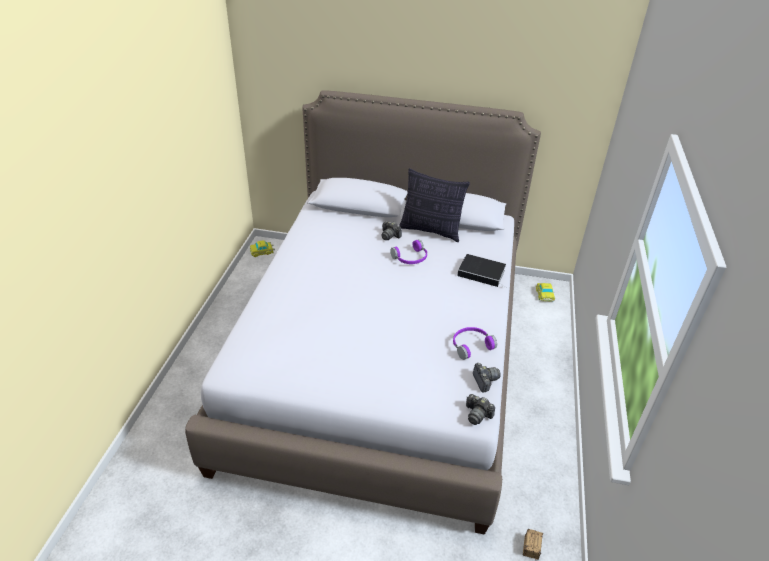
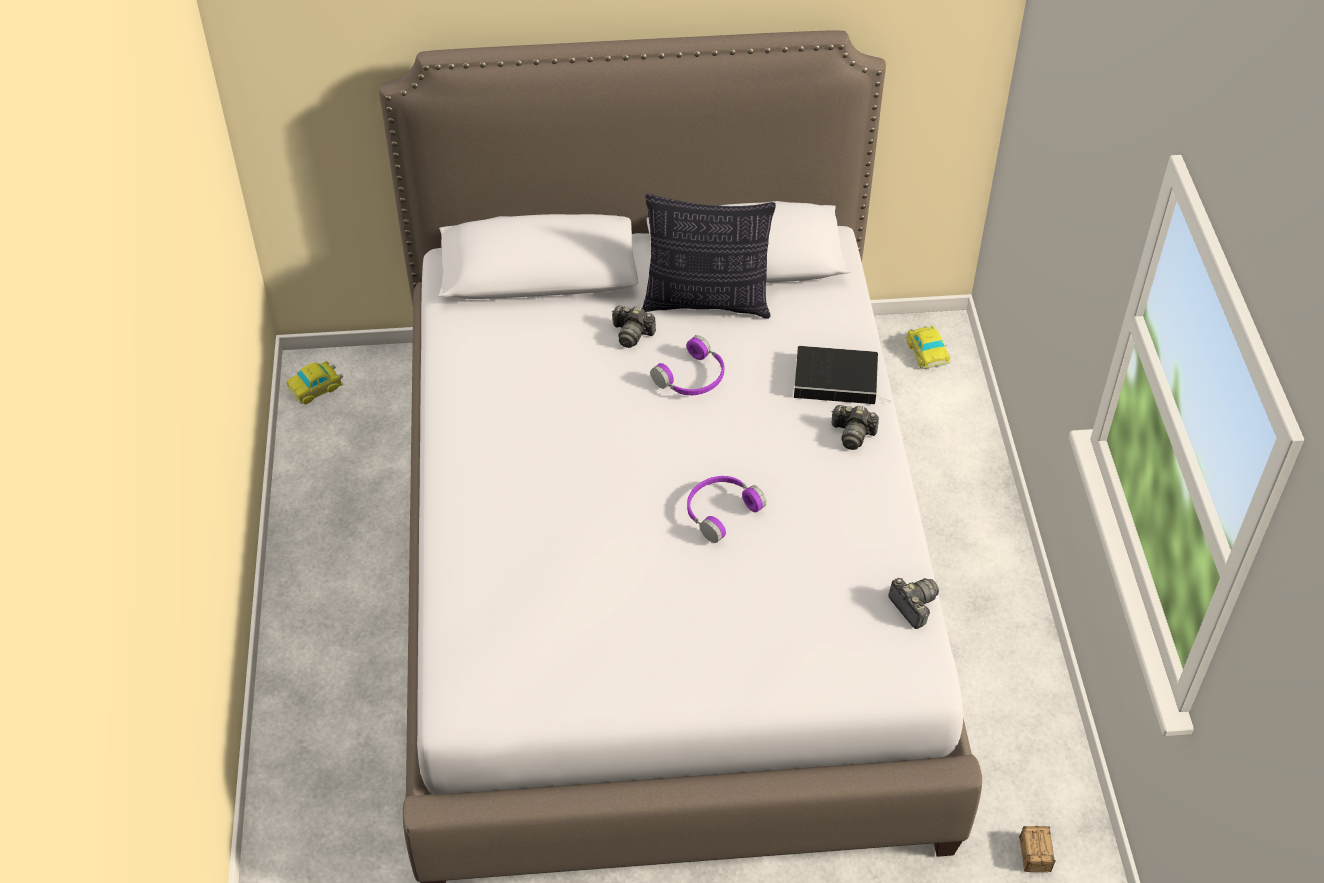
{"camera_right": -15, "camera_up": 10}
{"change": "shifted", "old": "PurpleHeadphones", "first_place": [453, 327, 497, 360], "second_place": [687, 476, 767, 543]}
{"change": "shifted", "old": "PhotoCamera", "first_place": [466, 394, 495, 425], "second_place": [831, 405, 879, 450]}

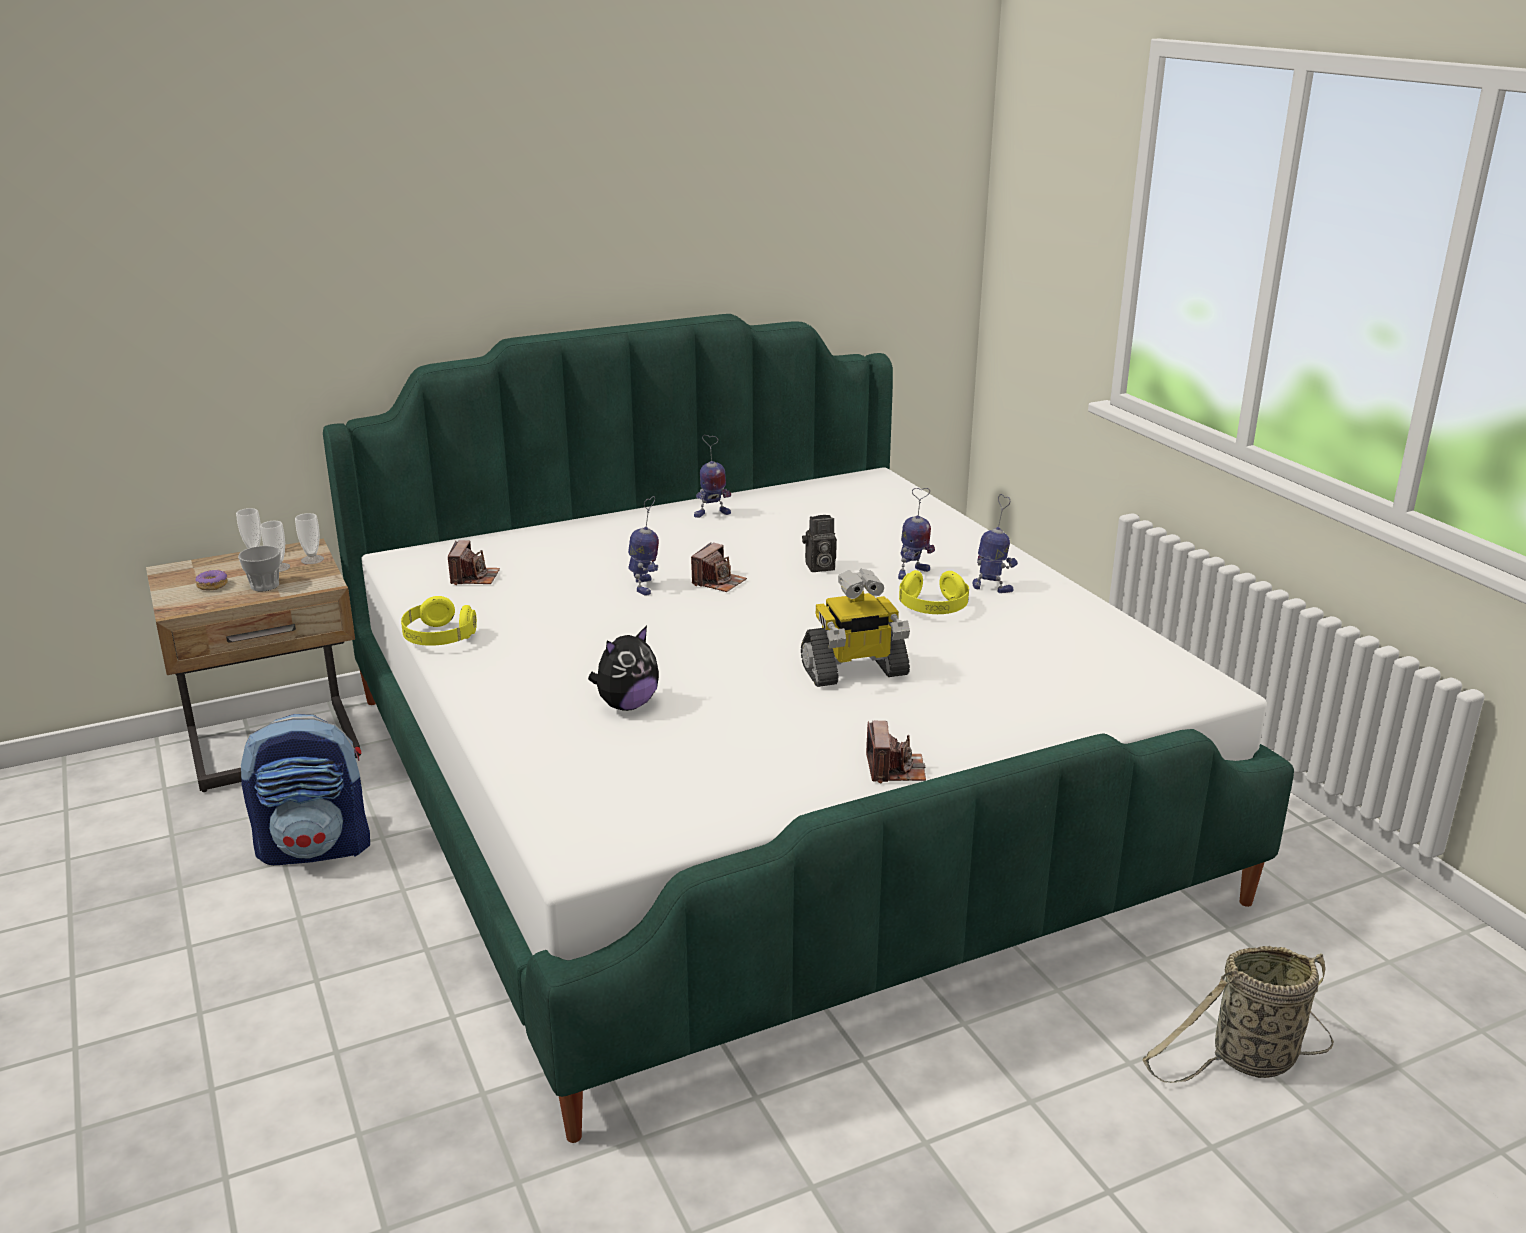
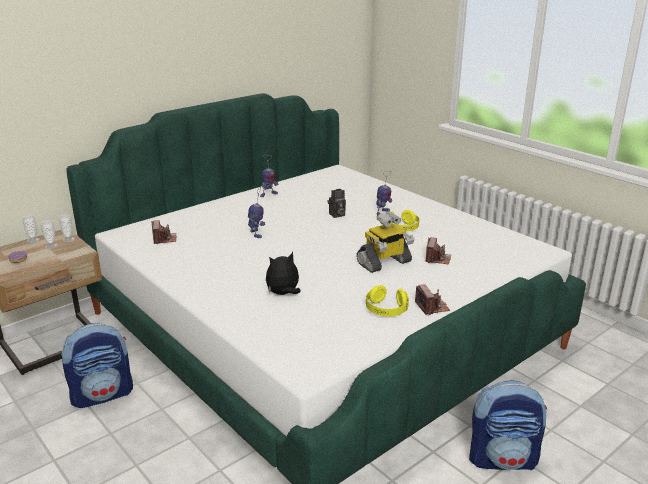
{"camera_right": -15, "camera_up": 0}
{"change": "gone", "old": "SmallCup", "first_place": [238, 546, 281, 591]}
{"change": "shifted", "old": "YellowishHeadphones", "first_place": [401, 596, 477, 646], "second_place": [366, 285, 409, 316]}
{"change": "rotated", "old": "SoftToy", "first_place": [588, 626, 659, 711], "second_place": [266, 252, 301, 295], "degrees": -150}
{"change": "shifted", "old": "PhotoCamera", "first_place": [691, 543, 747, 592], "second_place": [425, 237, 451, 264]}
{"change": "gone", "old": "ToyRobot", "first_place": [973, 494, 1018, 593]}
{"change": "gone", "old": "StorageBasket", "first_place": [1142, 946, 1334, 1083]}
{"change": "new", "new": "Rucksack", "second_place": [469, 380, 547, 470]}

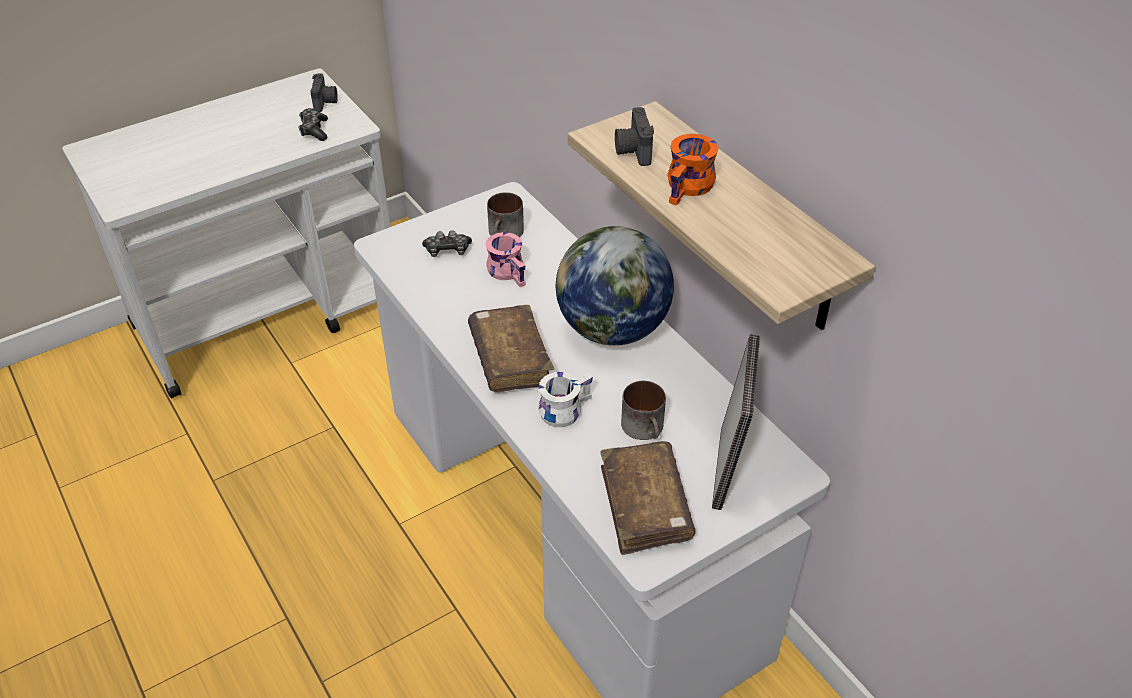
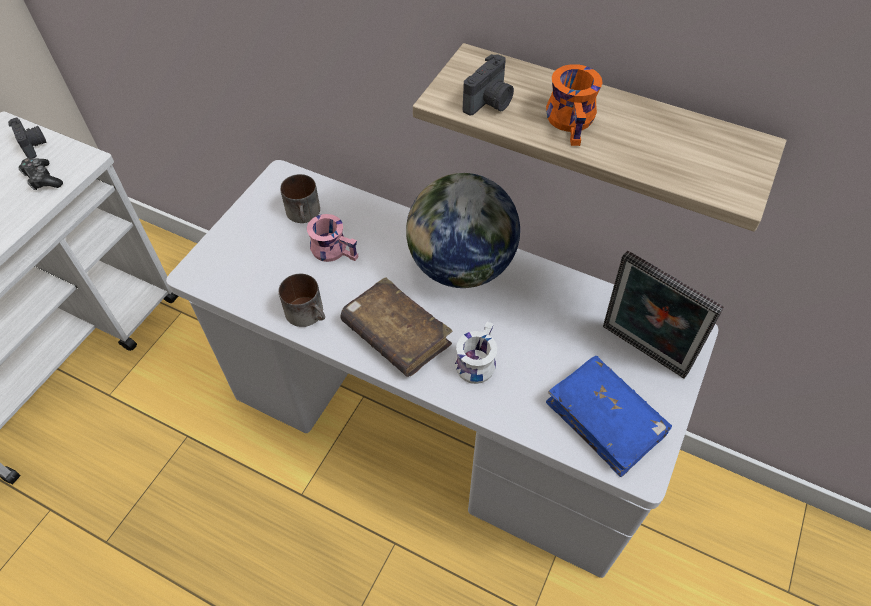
{"camera_right": -30, "camera_up": 10}
{"change": "gone", "old": "Joypad", "first_place": [422, 230, 472, 257]}
{"change": "repainted", "old": "BrownBook", "new": "BlueBook", "first_place": [600, 441, 696, 555], "second_place": [546, 356, 672, 477]}
{"change": "rotated", "old": "PhotoCamera", "first_place": [615, 107, 654, 166], "second_place": [463, 54, 514, 116], "degrees": -105}
{"change": "shifted", "old": "TeaMug", "first_place": [621, 381, 666, 440], "second_place": [279, 274, 325, 327]}
{"change": "rotated", "old": "PhotoFrame", "first_place": [712, 334, 760, 510], "second_place": [603, 250, 724, 378], "degrees": 150}

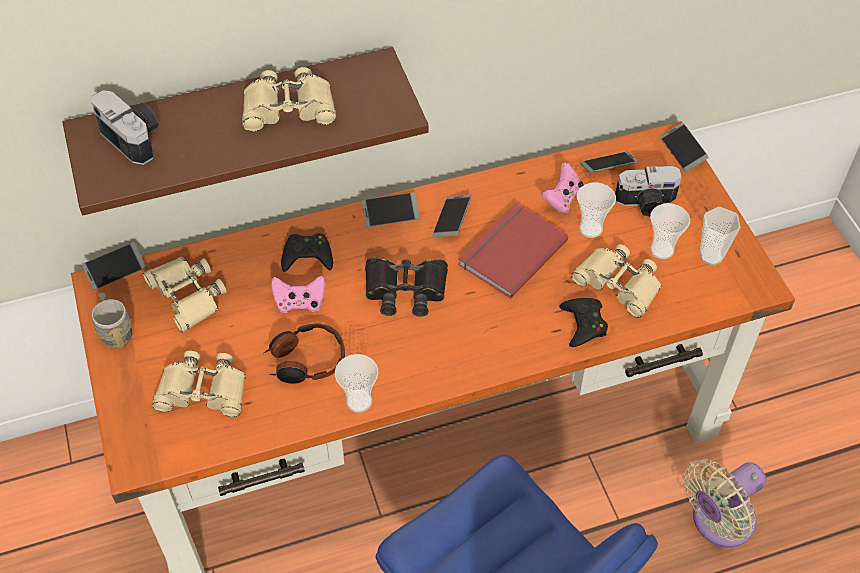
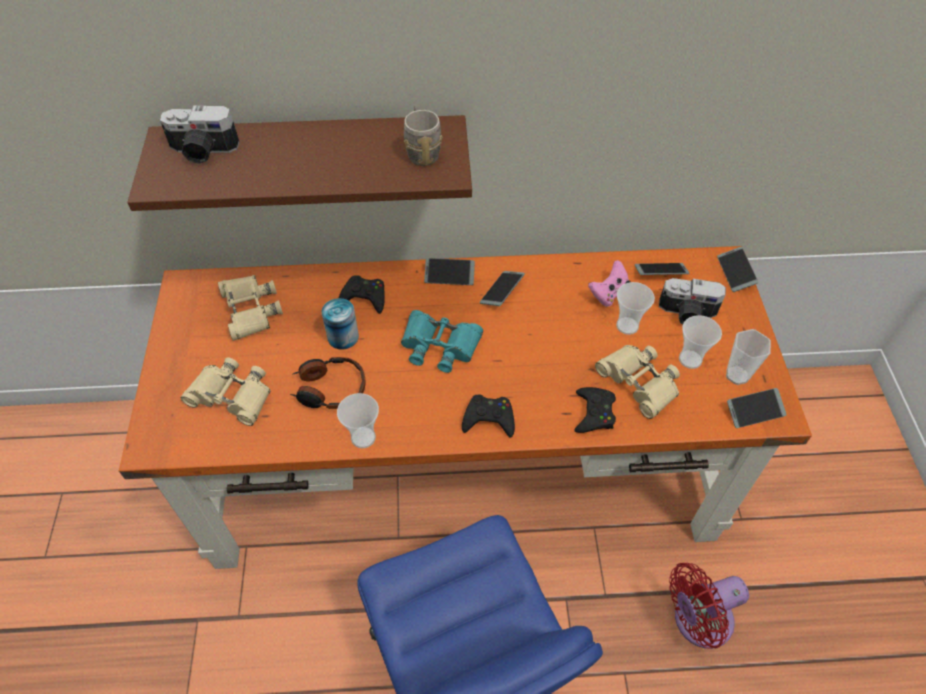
{"camera_right": 15, "camera_up": 0}
{"change": "shifted", "old": "Telephone", "first_place": [82, 243, 146, 290], "second_place": [727, 388, 786, 428]}
{"change": "rotated", "old": "PhotoCamera", "first_place": [92, 90, 159, 165], "second_place": [160, 106, 239, 164], "degrees": 120}
{"change": "shifted", "old": "GreyishTeaMug", "first_place": [92, 292, 132, 348], "second_place": [404, 105, 442, 166]}
{"change": "gone", "old": "BeigeColouredBinoculars", "first_place": [242, 67, 336, 132]}
{"change": "swapped", "old": "PinkColouredJoypad", "new": "Can", "first_place": [271, 275, 325, 313], "second_place": [322, 298, 359, 350]}
{"change": "repainted", "old": "BlackBinoculars", "new": "TurquoiseColouredBinoculars", "first_place": [365, 258, 448, 317], "second_place": [401, 310, 483, 373]}
{"change": "gone", "old": "RedBook", "first_place": [458, 203, 568, 299]}
{"change": "repainted", "old": "BeigeColouredFan", "new": "RedFan", "first_place": [683, 459, 766, 547], "second_place": [669, 563, 749, 649]}
{"change": "new", "new": "BlackJoypad", "second_place": [462, 395, 515, 438]}

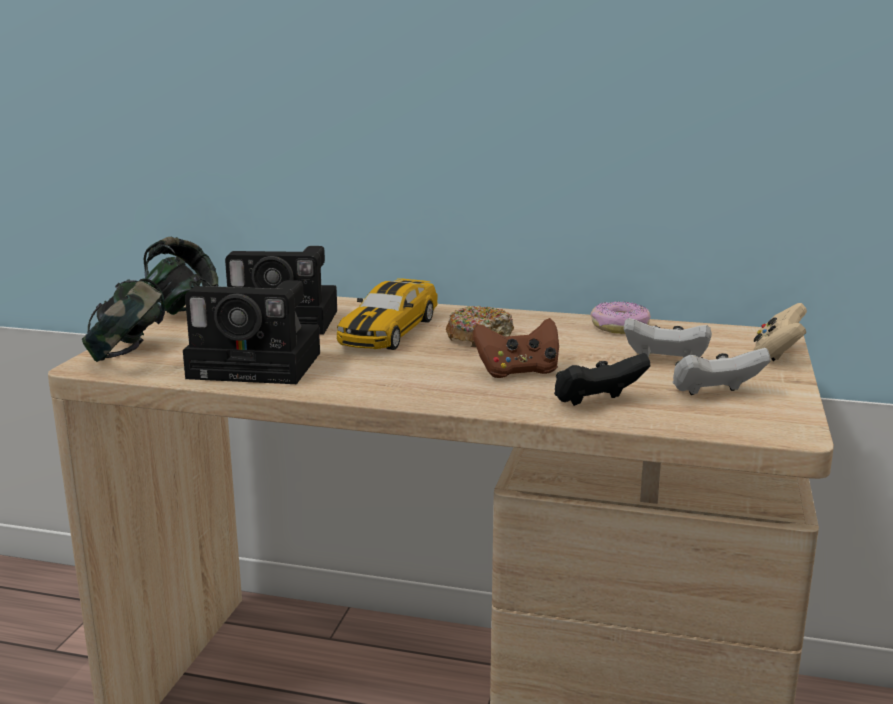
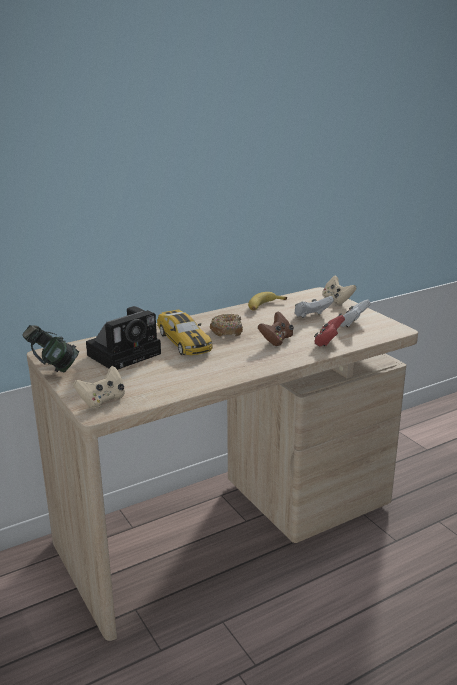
{"camera_right": -45, "camera_up": 5}
{"change": "swapped", "old": "Headphones", "new": "BeigeColouredJoypad", "first_place": [82, 278, 165, 362], "second_place": [73, 366, 125, 409]}
{"change": "gone", "old": "PhotoCamera", "first_place": [183, 280, 320, 384]}
{"change": "repainted", "old": "BlackJoypad", "new": "RedJoypad", "first_place": [554, 353, 650, 406], "second_place": [314, 315, 345, 347]}
{"change": "swapped", "old": "Donut", "new": "WholeBanana", "first_place": [590, 301, 651, 334], "second_place": [248, 292, 287, 311]}

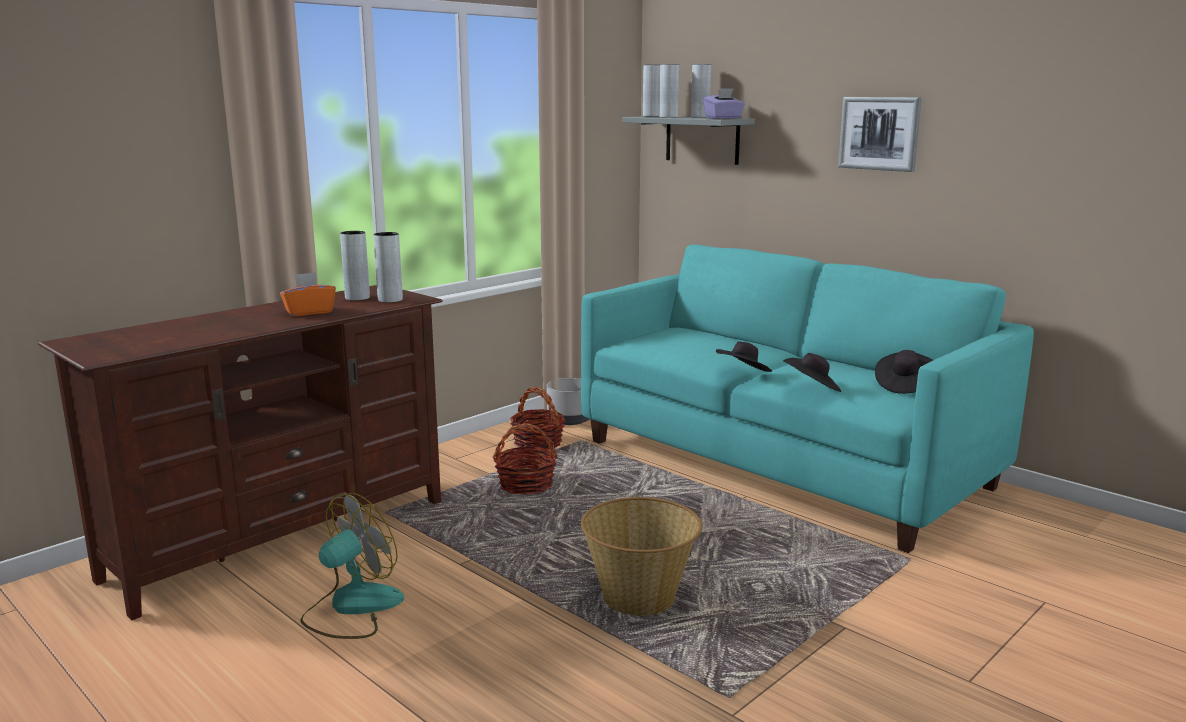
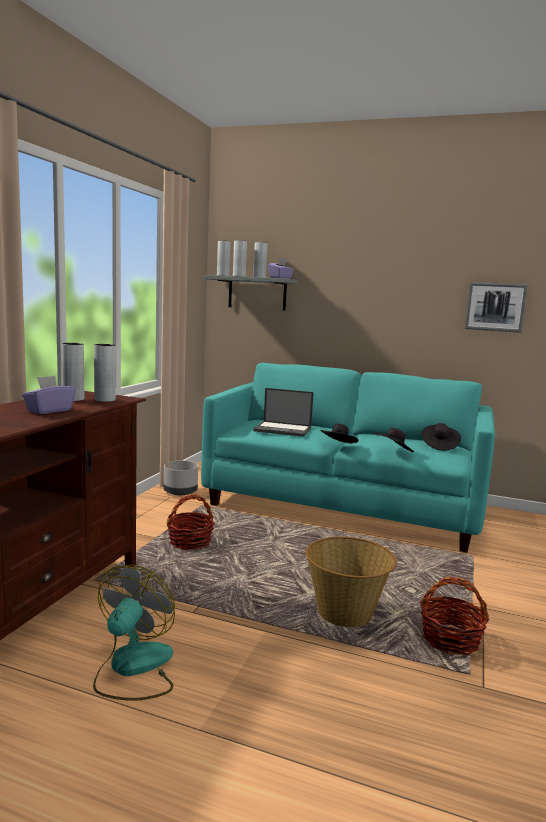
{"camera_right": -25, "camera_up": -5}
{"change": "repainted", "old": "OrangeyTissueBox", "new": "PurpleTissueBox", "first_place": [280, 272, 336, 316], "second_place": [22, 376, 76, 414]}
{"change": "shifted", "old": "StorageBasket", "first_place": [510, 387, 565, 450], "second_place": [420, 577, 489, 655]}
{"change": "shifted", "old": "Picture", "first_place": [838, 97, 922, 172], "second_place": [465, 282, 528, 333]}
{"change": "new", "new": "PortableComputer", "second_place": [253, 388, 314, 437]}

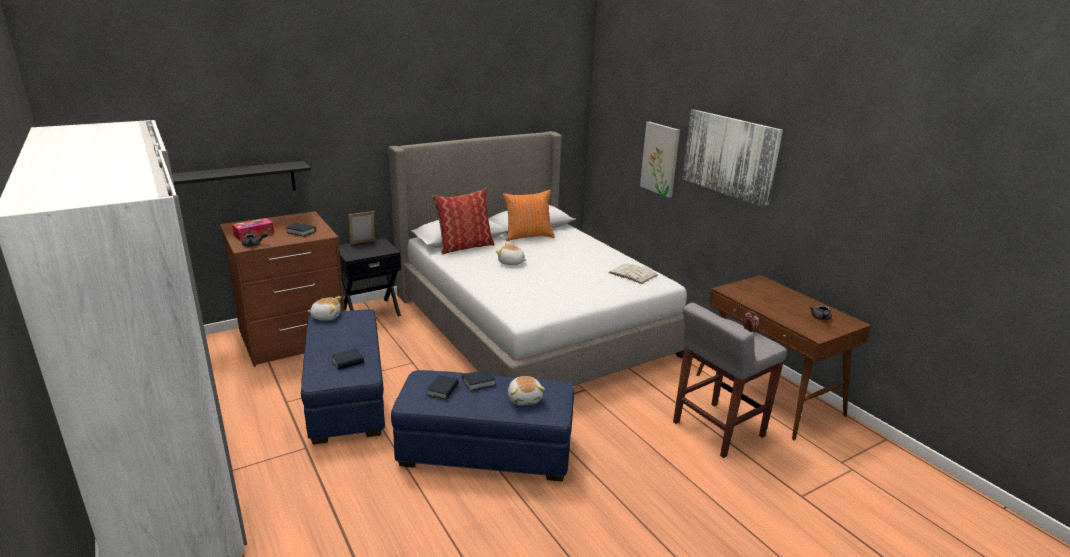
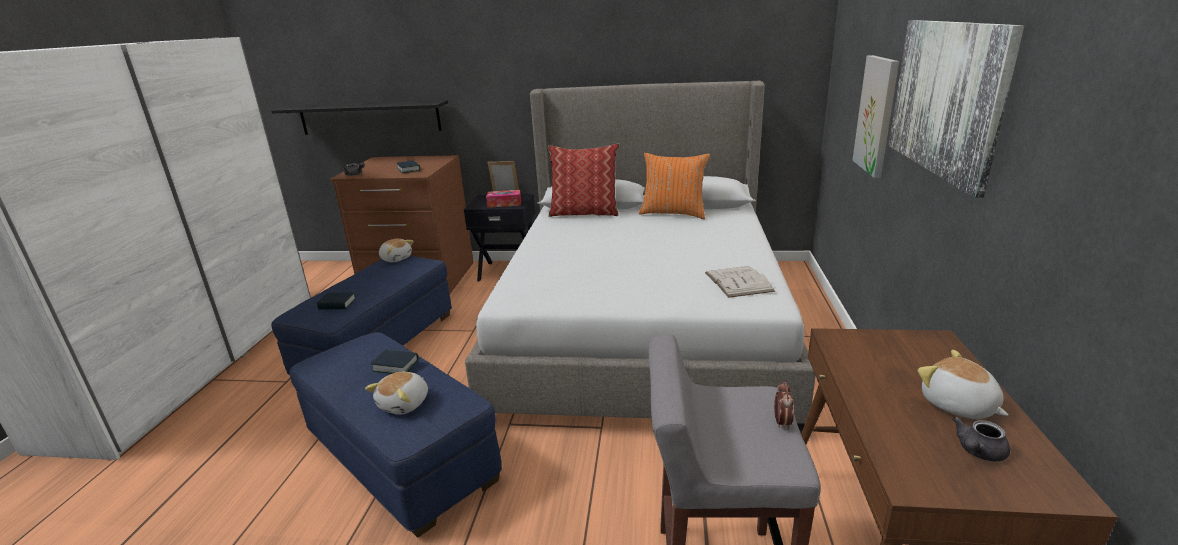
{"camera_right": 40, "camera_up": 0}
{"change": "shifted", "old": "TissueBox", "first_place": [232, 218, 274, 241], "second_place": [486, 190, 521, 208]}
{"change": "gone", "old": "Book", "first_place": [427, 375, 459, 400]}
{"change": "shifted", "old": "SoftToy", "first_place": [496, 243, 527, 265], "second_place": [918, 350, 1009, 419]}

